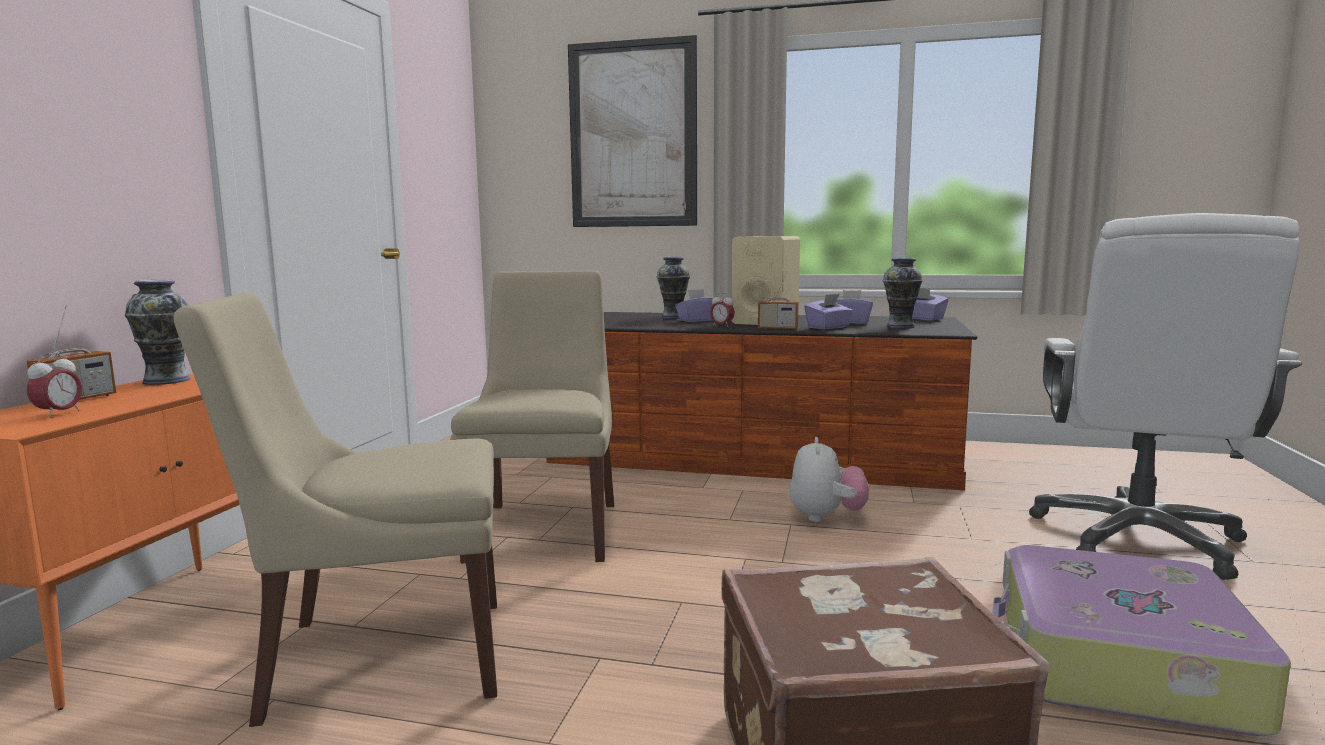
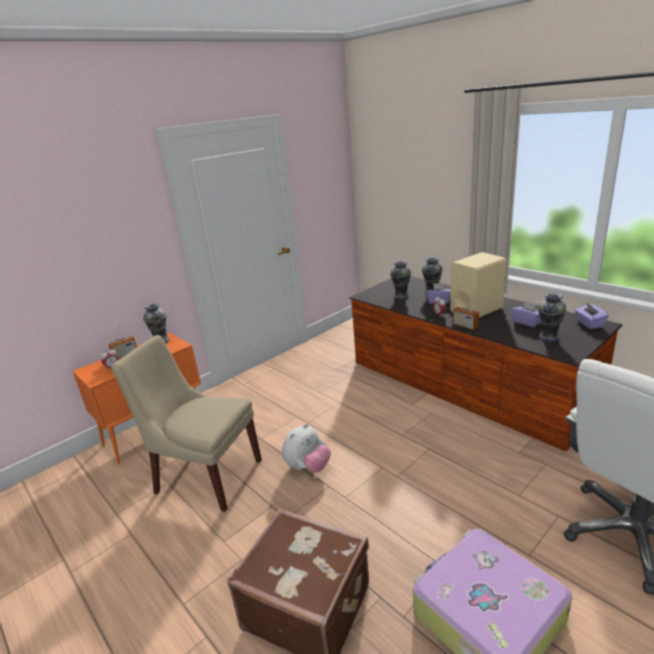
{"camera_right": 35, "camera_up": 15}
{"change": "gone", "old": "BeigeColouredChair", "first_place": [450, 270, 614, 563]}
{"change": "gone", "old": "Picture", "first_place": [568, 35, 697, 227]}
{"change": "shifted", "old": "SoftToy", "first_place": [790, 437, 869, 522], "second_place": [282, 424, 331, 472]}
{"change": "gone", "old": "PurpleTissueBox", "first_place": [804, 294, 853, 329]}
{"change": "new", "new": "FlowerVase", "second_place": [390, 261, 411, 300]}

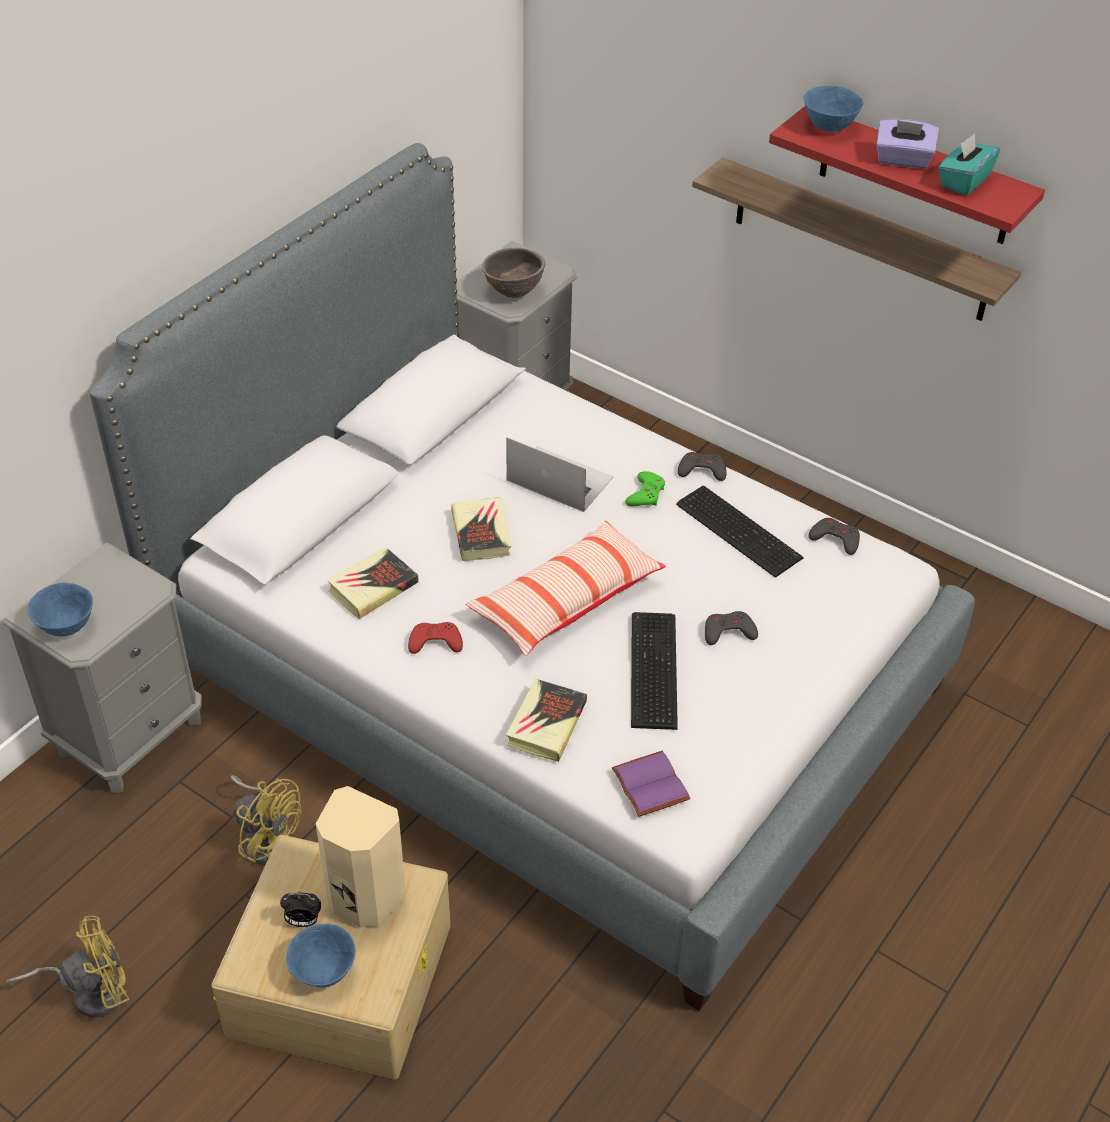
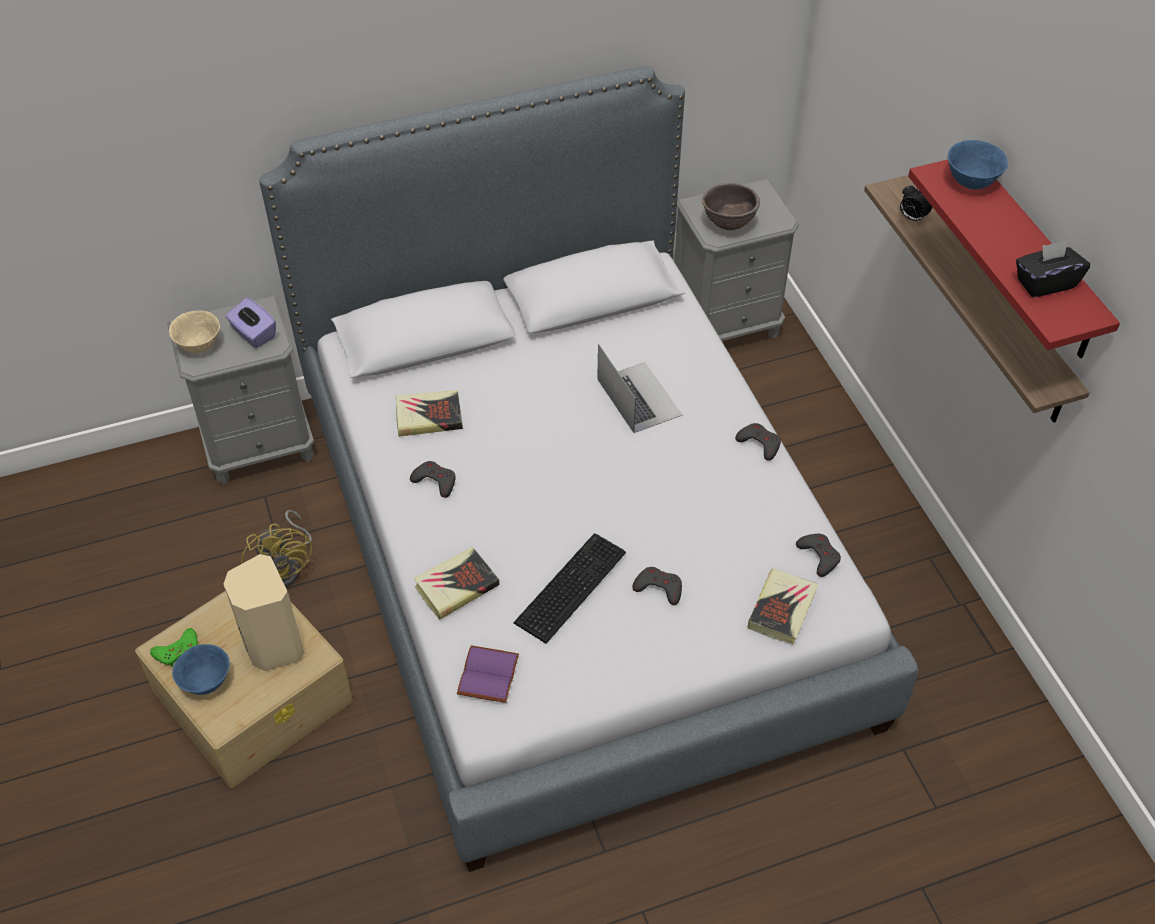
{"camera_right": 35, "camera_up": 5}
{"change": "gone", "old": "YellowishFan", "first_place": [6, 916, 129, 1018]}
{"change": "repainted", "old": "BlueDeepDish", "new": "BeigeColouredDeepDish", "first_place": [27, 582, 93, 636], "second_place": [169, 310, 220, 353]}
{"change": "shifted", "old": "BedsideClock", "first_place": [280, 893, 321, 927], "second_place": [900, 184, 933, 222]}
{"change": "repainted", "old": "RedJoypad", "new": "GreyishJoypad", "first_place": [408, 622, 463, 654], "second_place": [410, 461, 456, 498]}
{"change": "shifted", "old": "Book", "first_place": [451, 497, 511, 561], "second_place": [748, 569, 818, 644]}
{"change": "gone", "old": "ThrowPillow", "first_place": [466, 521, 666, 656]}
{"change": "shifted", "old": "GreenishJoypad", "first_place": [625, 471, 665, 506], "second_place": [150, 628, 198, 667]}
{"change": "gone", "old": "ComputerKeyboard", "first_place": [676, 486, 804, 578]}
{"change": "shifted", "old": "PurpleTissueBox", "first_place": [876, 119, 939, 169], "second_place": [225, 298, 276, 348]}
{"change": "repainted", "old": "TurquoiseColouredTissueBox", "new": "BlackTissueBox", "first_place": [939, 133, 1000, 196], "second_place": [1016, 241, 1090, 297]}

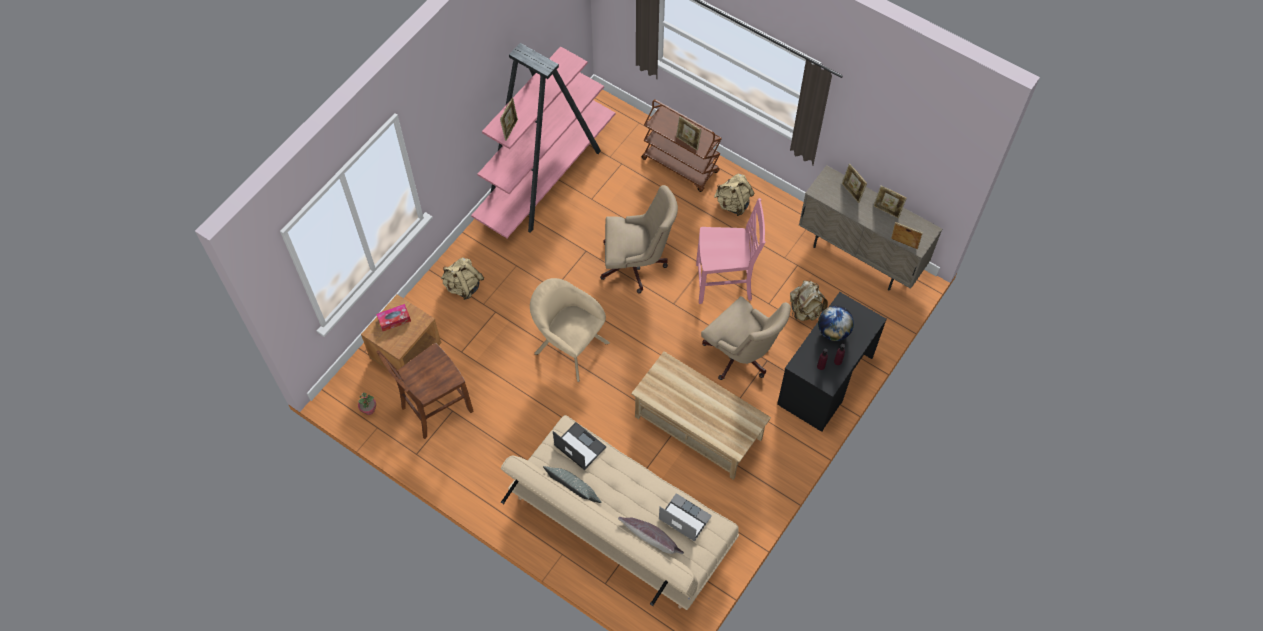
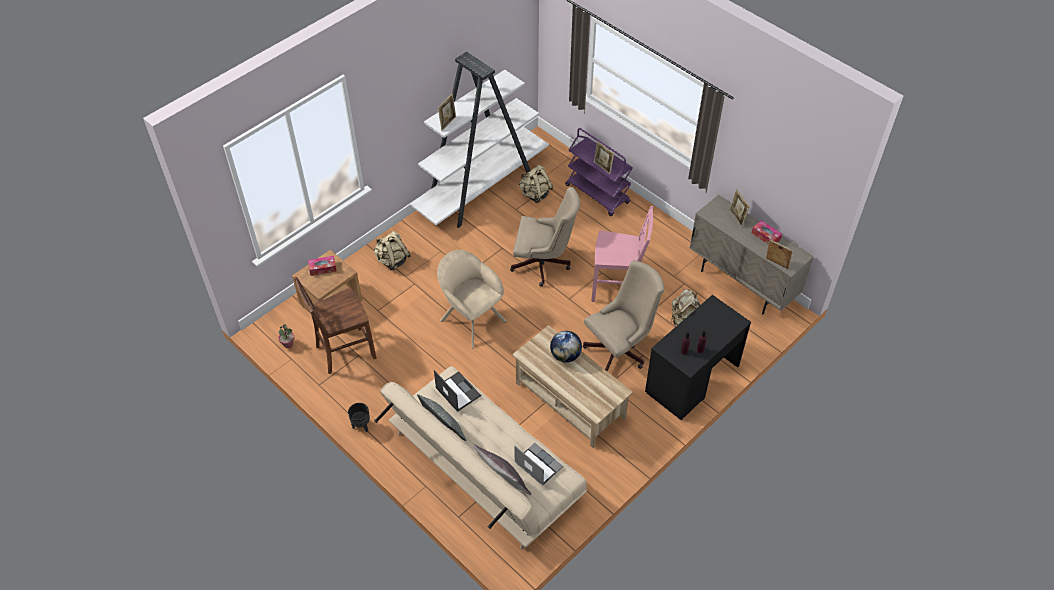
{"camera_right": 10, "camera_up": -10}
{"change": "repainted", "old": "PinkColouredShelvingUnit", "new": "WhitishShelvingUnit", "first_place": [471, 43, 616, 238], "second_place": [410, 52, 549, 228]}
{"change": "repainted", "old": "BrownCart", "new": "PurpleCart", "first_place": [641, 99, 722, 192], "second_place": [565, 128, 633, 216]}
{"change": "rotated", "old": "BeigeColouredOfficeChair", "first_place": [701, 296, 791, 380], "second_place": [583, 260, 665, 372], "degrees": -90}
{"change": "shifted", "old": "BeigeColouredRucksack", "first_place": [714, 174, 755, 216], "second_place": [518, 165, 553, 203]}
{"change": "shifted", "old": "WorldGlobe", "first_place": [818, 306, 854, 341], "second_place": [550, 331, 582, 363]}
{"change": "swapped", "old": "PhotoFrame", "new": "TissueBox", "first_place": [874, 185, 907, 218], "second_place": [752, 220, 782, 244]}
{"change": "new", "new": "BlackPlanter", "second_place": [348, 403, 370, 432]}

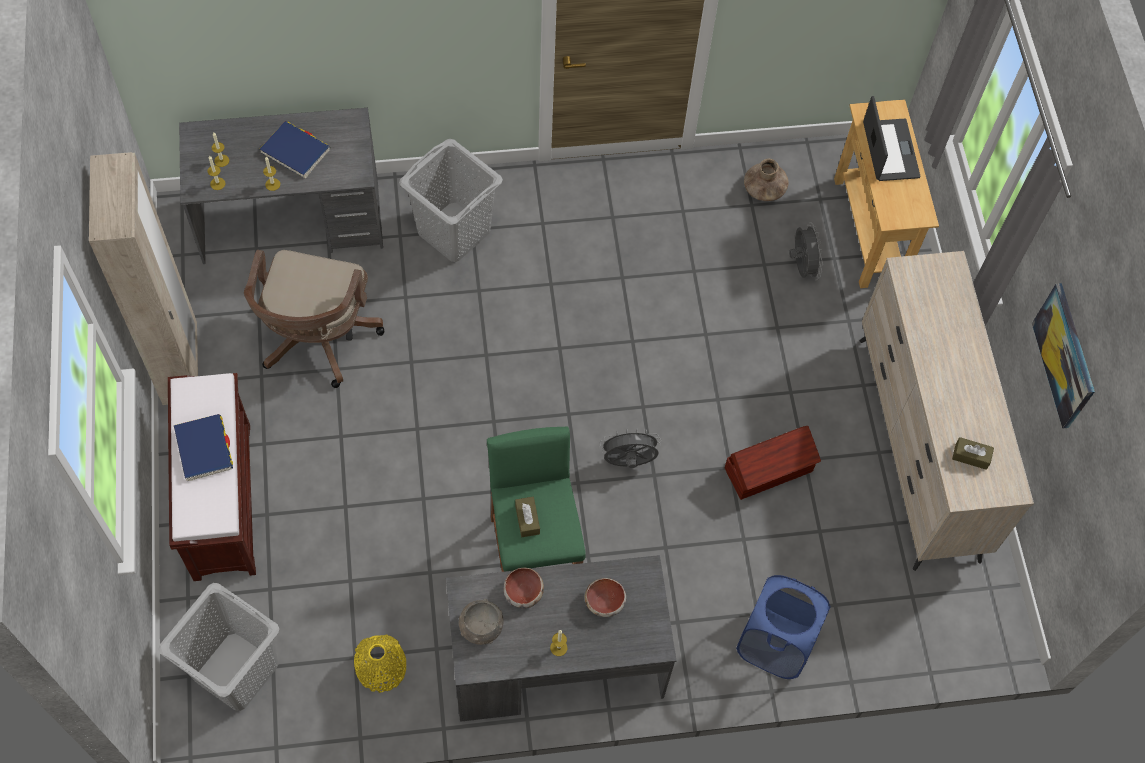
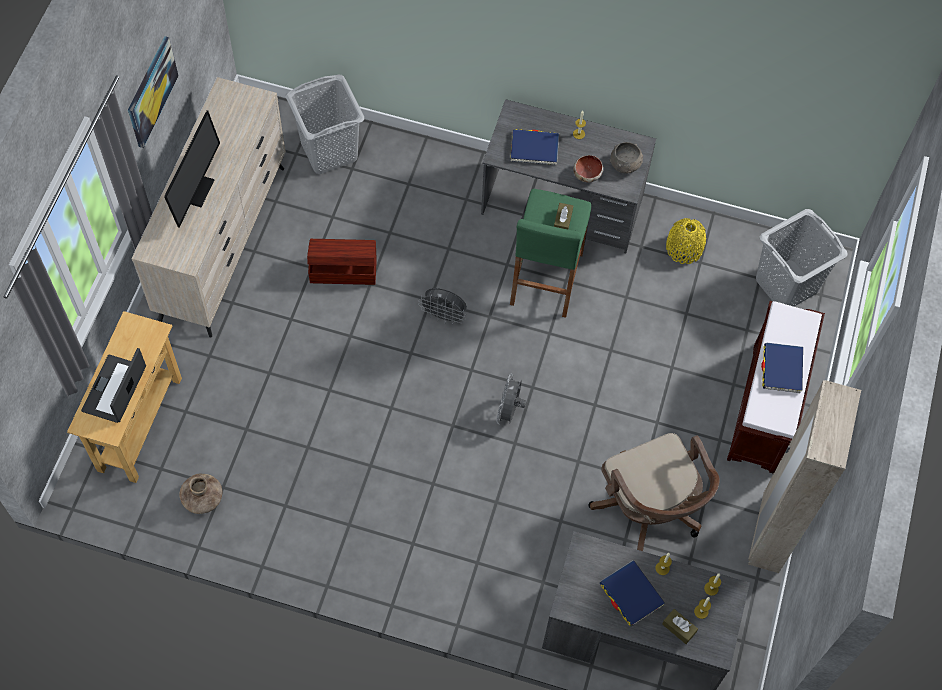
{"camera_right": -155, "camera_up": 0}
{"change": "rotated", "old": "BrownOfficeChair", "first_place": [244, 250, 385, 388], "second_place": [588, 433, 720, 551], "degrees": 120}
{"change": "shifted", "old": "GreyishWashingBasket", "first_place": [399, 139, 503, 262], "second_place": [285, 74, 364, 174]}
{"change": "swapped", "old": "DeepDish", "new": "BlueBook", "first_place": [584, 578, 626, 617], "second_place": [511, 129, 559, 165]}
{"change": "gone", "old": "BlueWashingBasket", "first_place": [736, 575, 831, 679]}
{"change": "shifted", "old": "GreyishFan", "first_place": [789, 223, 823, 280], "second_place": [496, 374, 527, 424]}
{"change": "shifted", "old": "BrownTissueBox", "first_place": [952, 437, 994, 470], "second_place": [662, 609, 698, 644]}
{"change": "new", "new": "ComputerScreen", "second_place": [164, 110, 220, 228]}

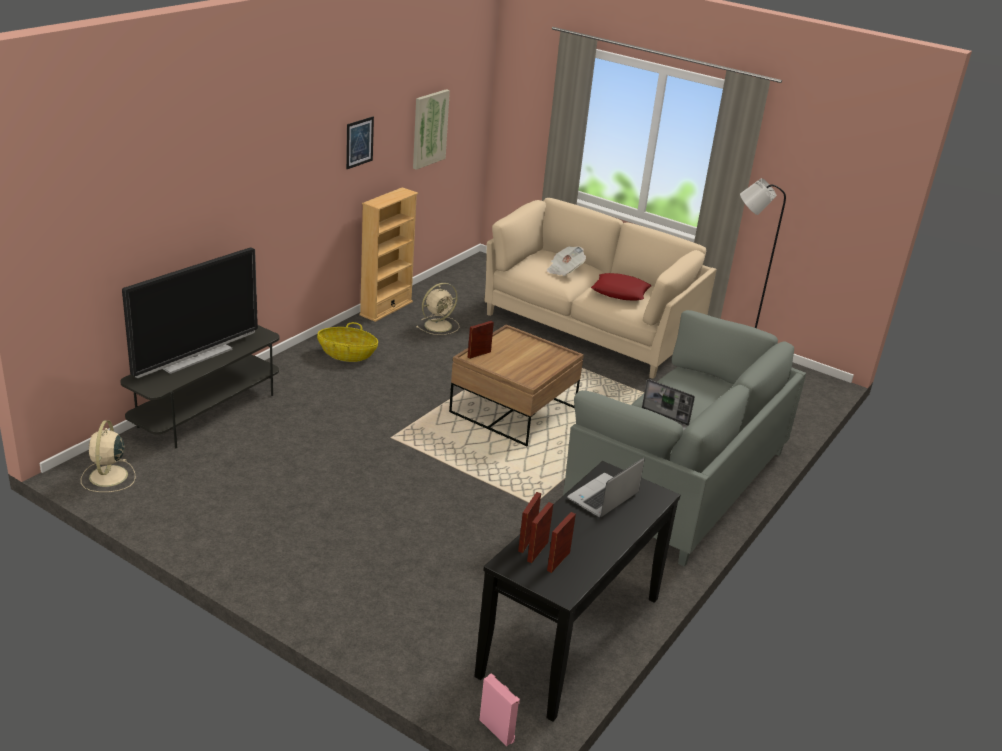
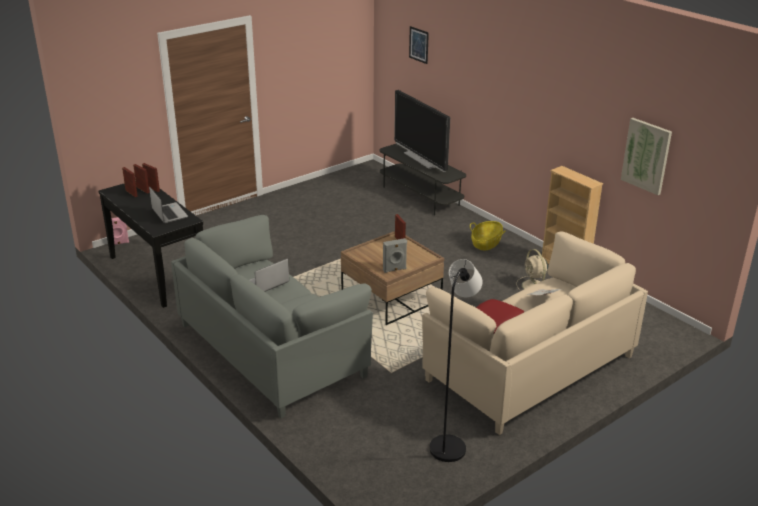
{"camera_right": 110, "camera_up": 0}
{"change": "gone", "old": "BeigeColouredFan", "first_place": [81, 420, 135, 492]}
{"change": "shifted", "old": "Picture", "first_place": [346, 117, 374, 169], "second_place": [409, 26, 429, 64]}
{"change": "new", "new": "GreyishSpeaker", "second_place": [383, 238, 407, 273]}

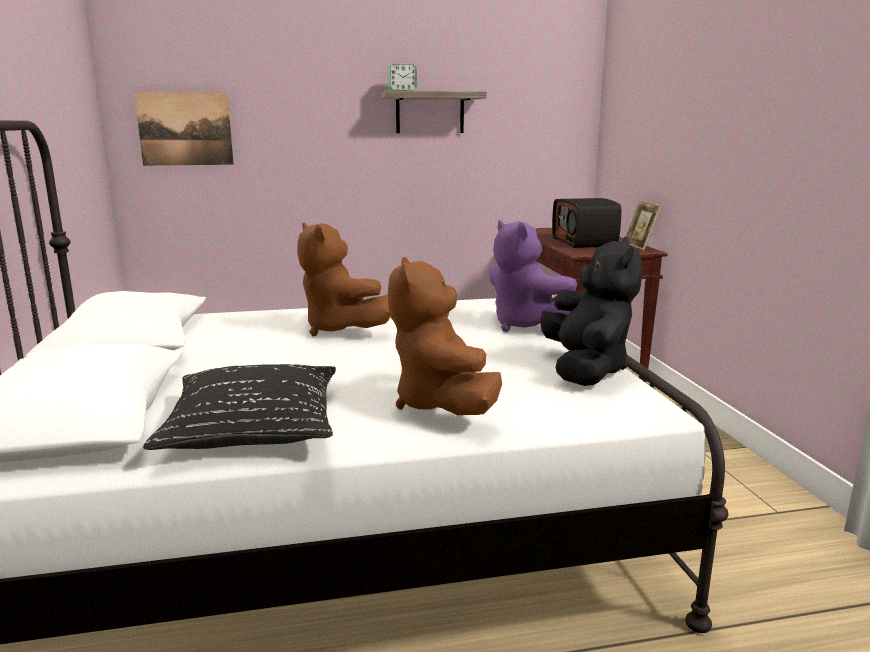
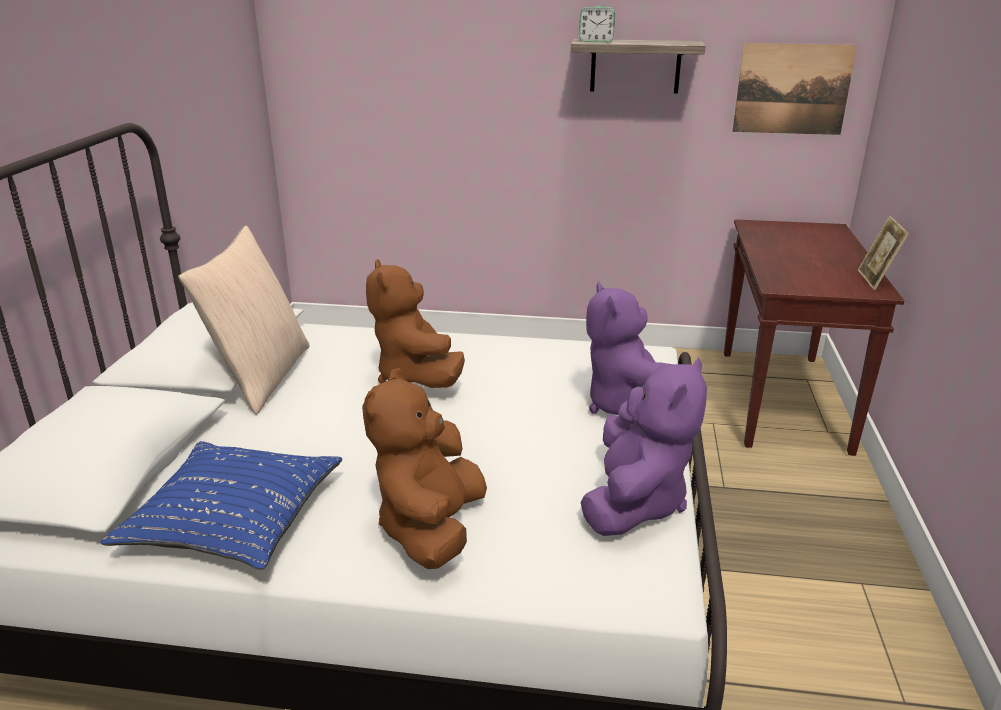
{"camera_right": 20, "camera_up": 10}
{"change": "shifted", "old": "Picture", "first_place": [134, 92, 234, 166], "second_place": [732, 43, 857, 135]}
{"change": "repainted", "old": "BlackThrowPillow", "new": "BlueThrowPillow", "first_place": [143, 364, 336, 450], "second_place": [101, 441, 342, 570]}
{"change": "repainted", "old": "BlackSoftToy", "new": "PurpleSoftToy", "first_place": [540, 237, 643, 386], "second_place": [581, 357, 707, 536]}
{"change": "gone", "old": "RadioSet", "first_place": [552, 198, 621, 248]}
{"change": "new", "new": "BeigeColouredThrowPillow", "second_place": [178, 226, 310, 415]}

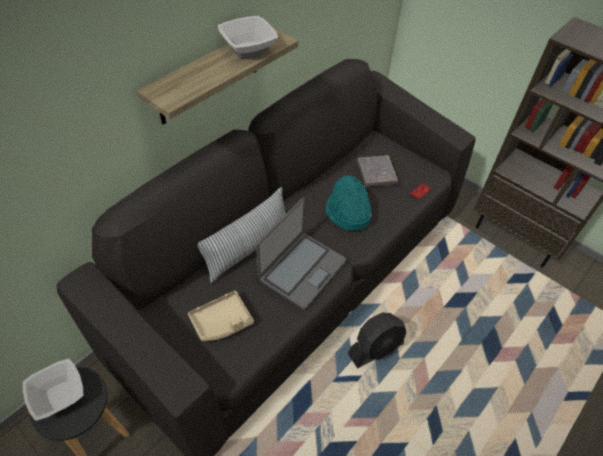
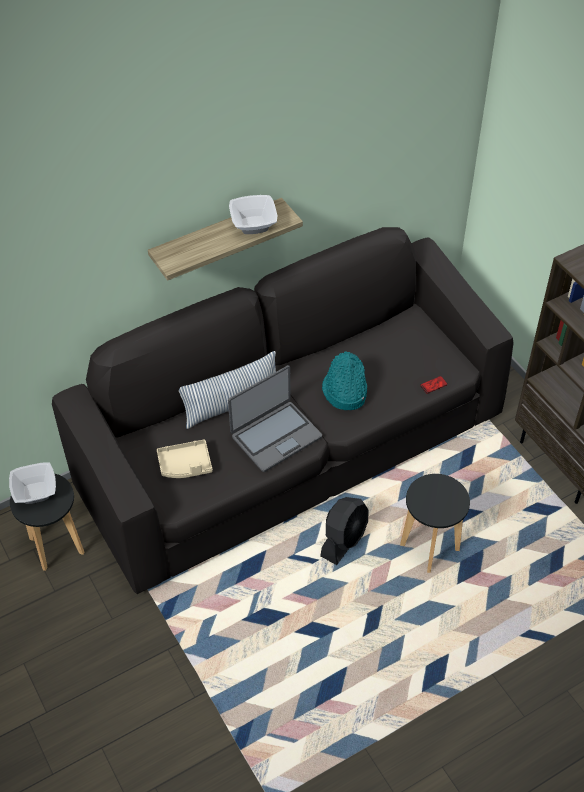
{"camera_right": 20, "camera_up": 0}
{"change": "rotated", "old": "BlackFan", "first_place": [348, 313, 406, 368], "second_place": [320, 497, 369, 565], "degrees": -45}
{"change": "gone", "old": "GreyishBook", "first_place": [357, 155, 398, 187]}
{"change": "new", "new": "BlackStool", "second_place": [400, 474, 470, 573]}

